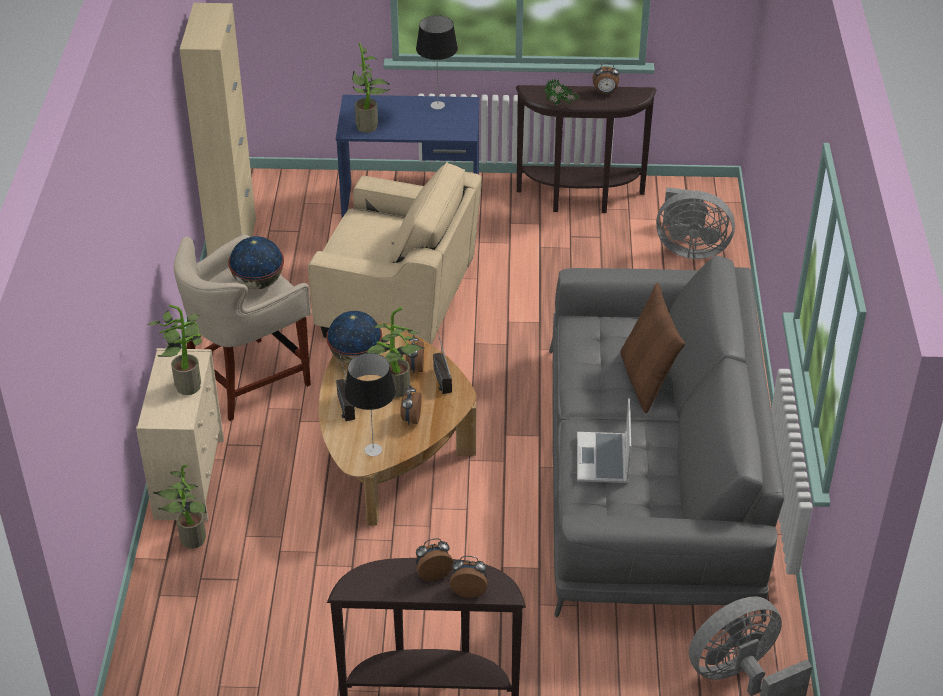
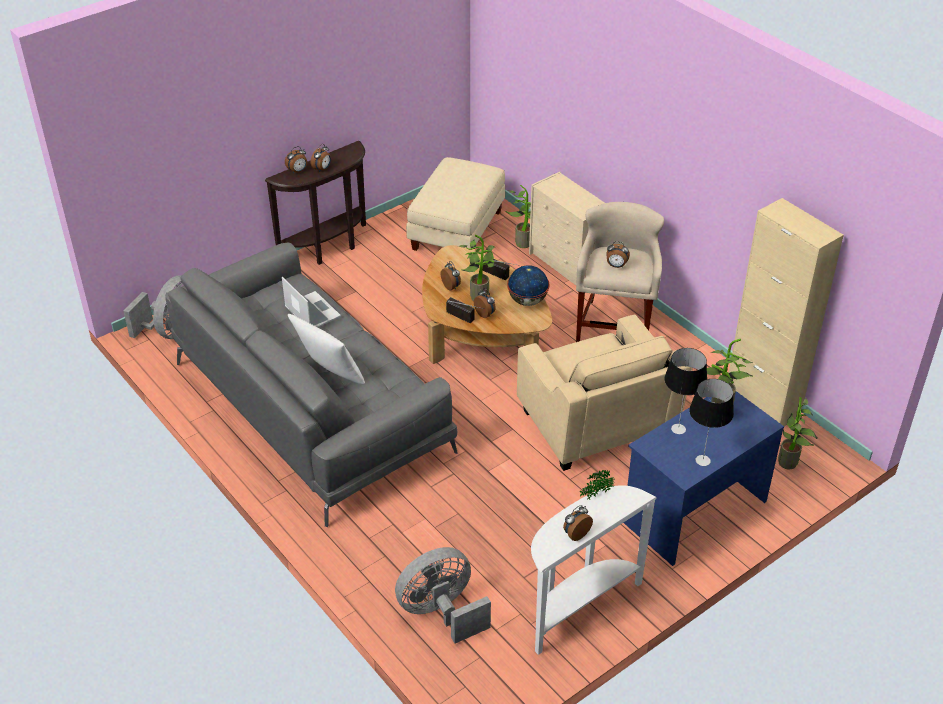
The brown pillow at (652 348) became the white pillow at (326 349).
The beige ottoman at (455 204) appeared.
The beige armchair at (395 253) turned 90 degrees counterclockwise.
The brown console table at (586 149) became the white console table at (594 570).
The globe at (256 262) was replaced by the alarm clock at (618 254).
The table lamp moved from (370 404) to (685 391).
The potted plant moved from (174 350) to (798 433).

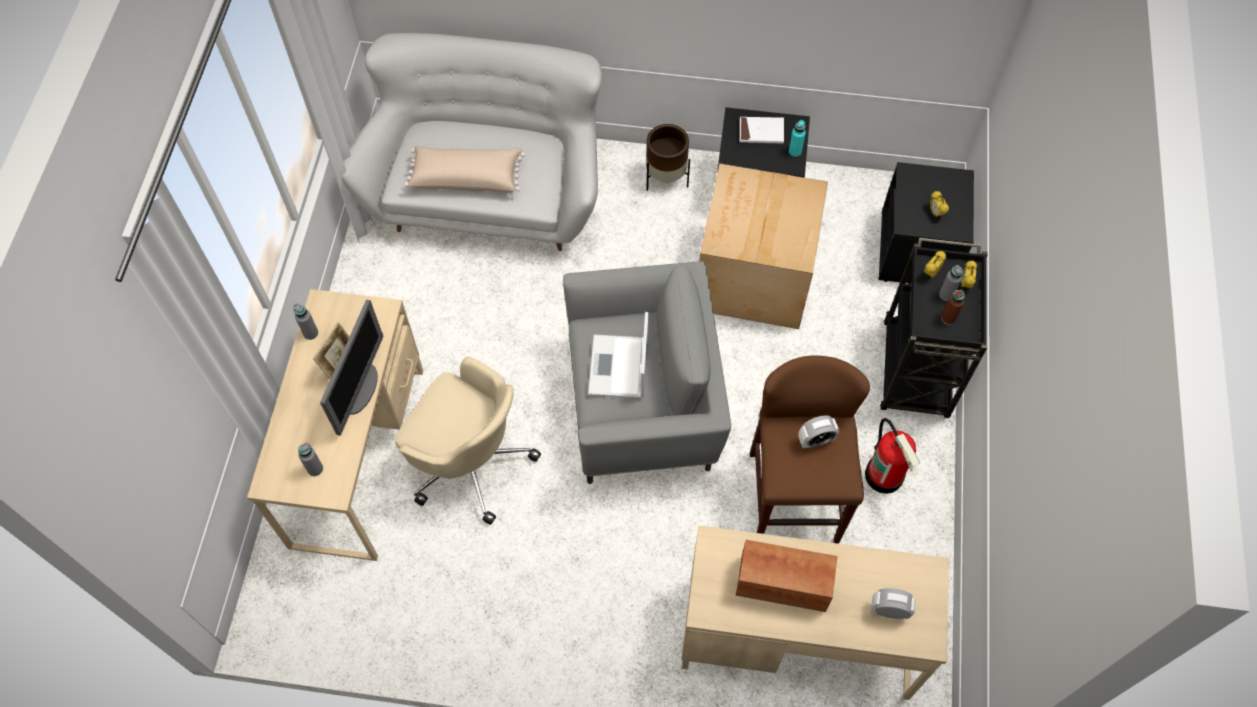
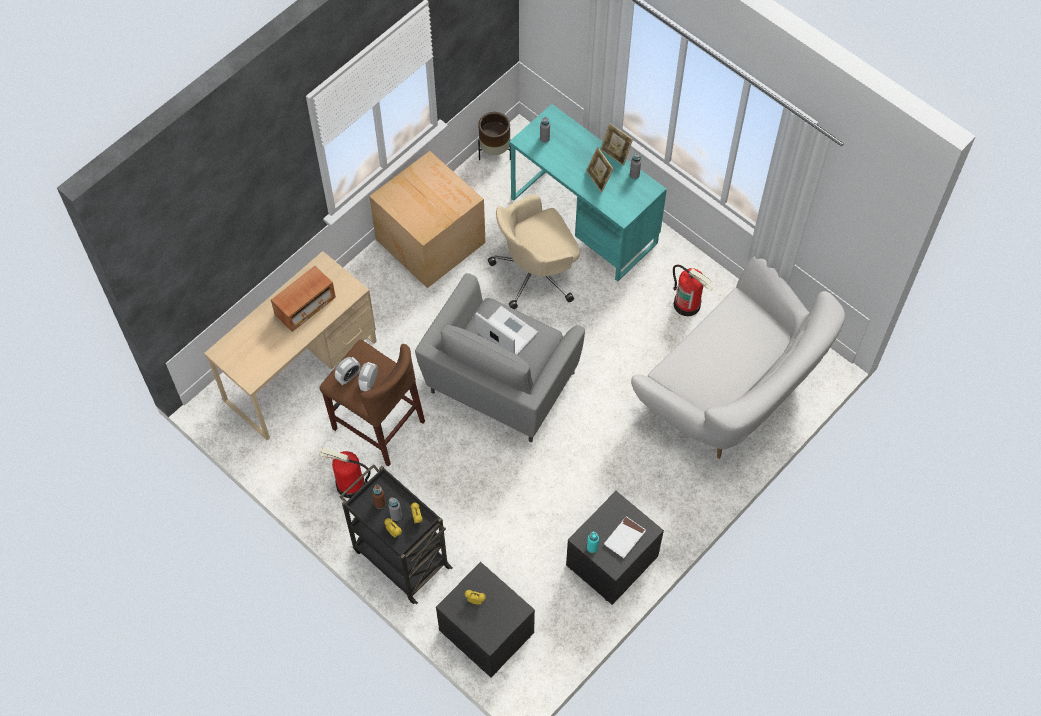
The alarm clock moved from (893 603) to (347 371).
The cardboard box moved from (763 246) to (427 219).
The brown planter moved from (668 157) to (494 136).
The beige desk at (335 425) became the turquoise desk at (588 193).
The picture frame at (616 144) appeared.
The fire extinguisher at (693 290) appeared.
The monitor at (351 367) disappeared.
The beige pillow at (464 169) disappeared.

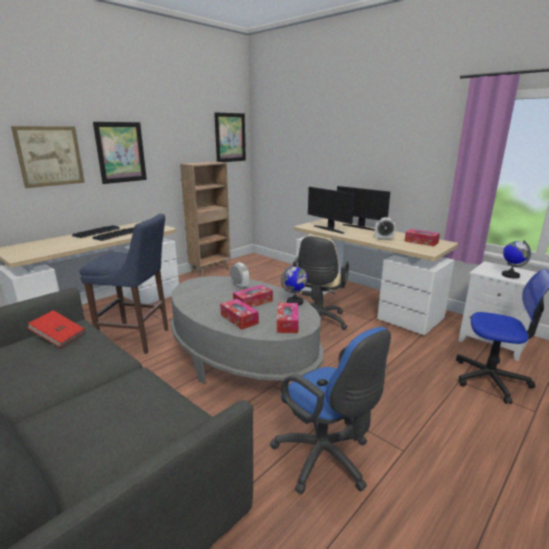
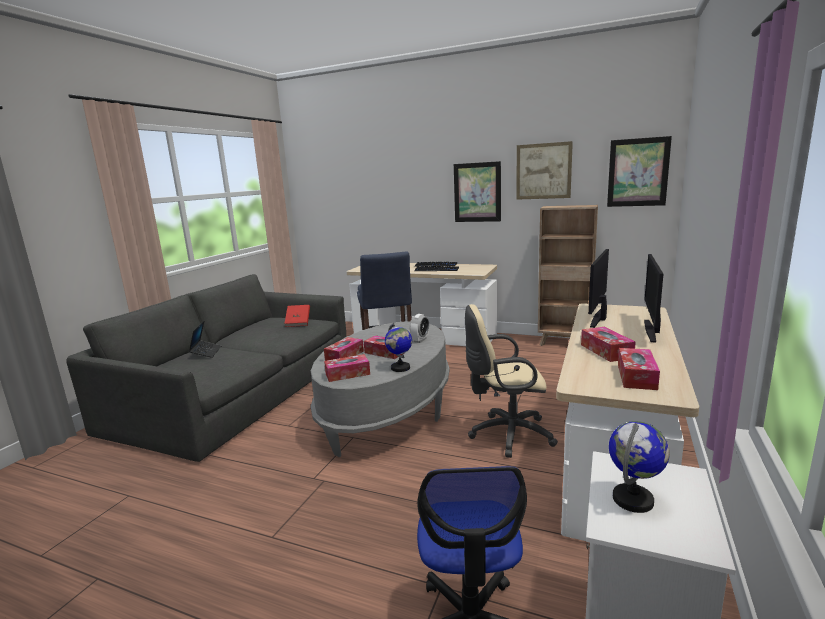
The laptop at (205 339) appeared.
The picture moved from (48 157) to (544 170).
The alarm clock at (385 228) was replaced by the tissue box at (608 344).
The blue office chair at (330 410) disappeared.

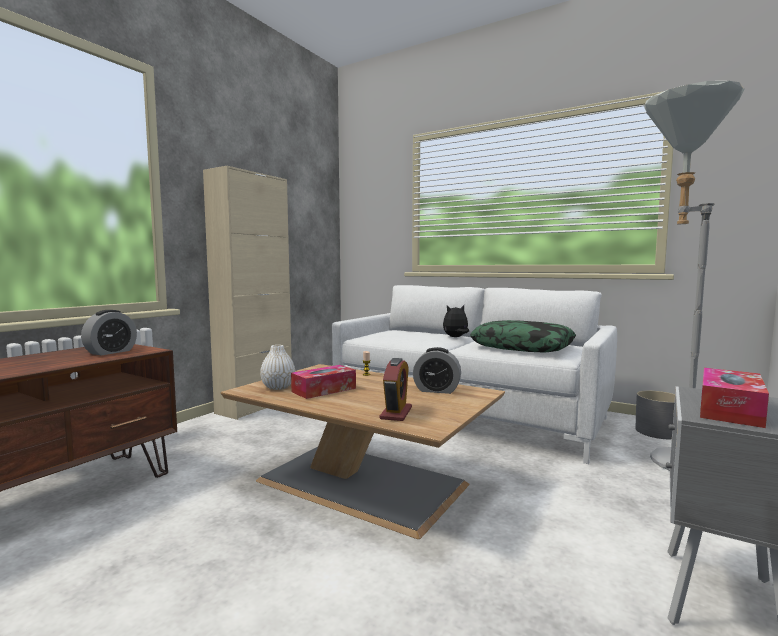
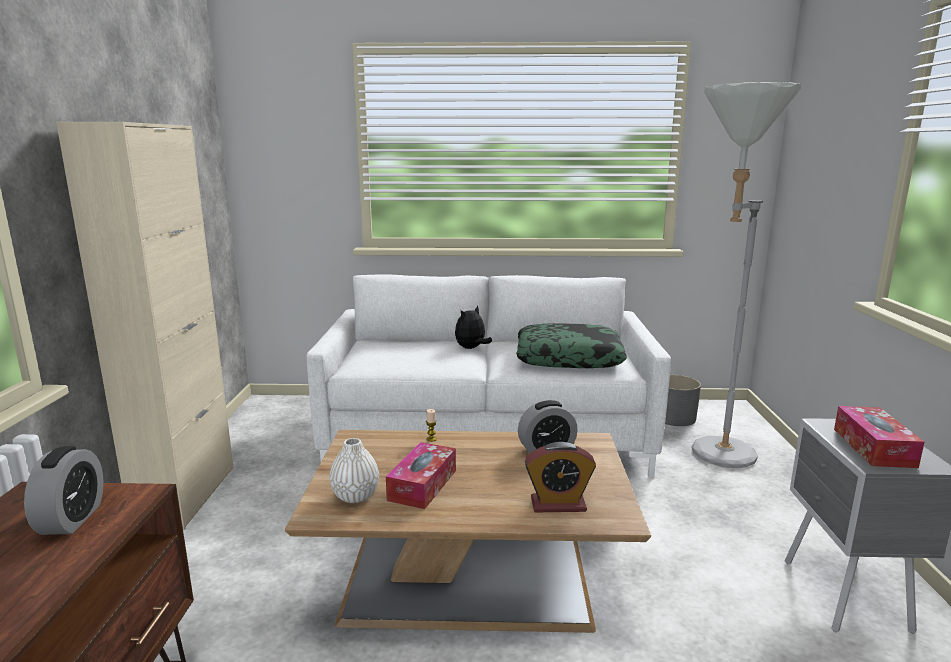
The alarm clock at (396 389) turned 105 degrees clockwise.

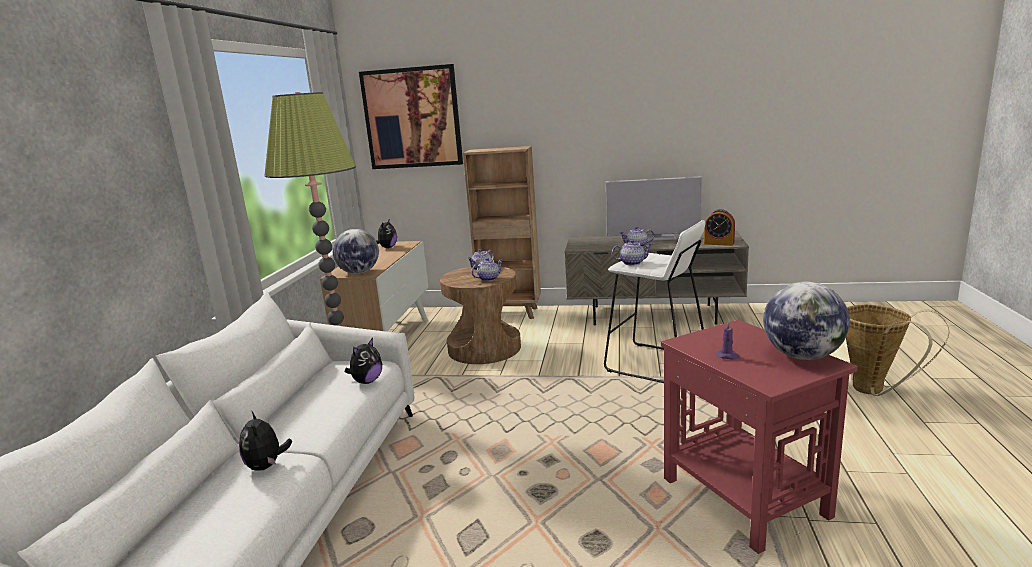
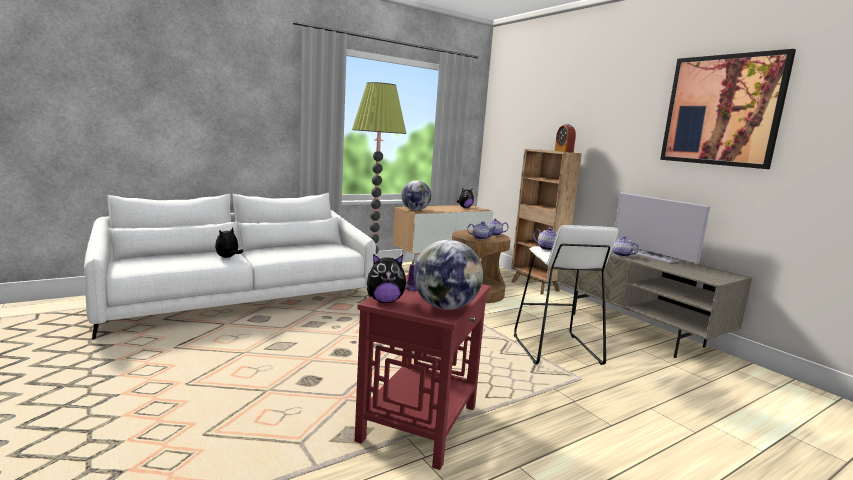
The plush toy moved from (363 361) to (387 278).
The alarm clock moved from (719 227) to (565 138).
The picture moved from (411 116) to (728 109).
The basket at (897 350) disappeared.

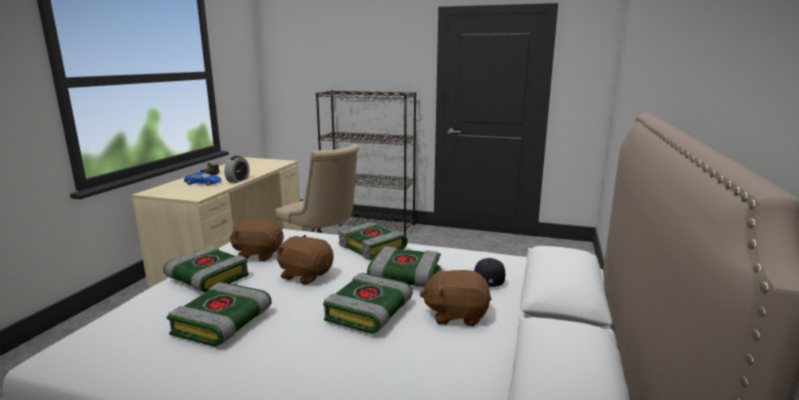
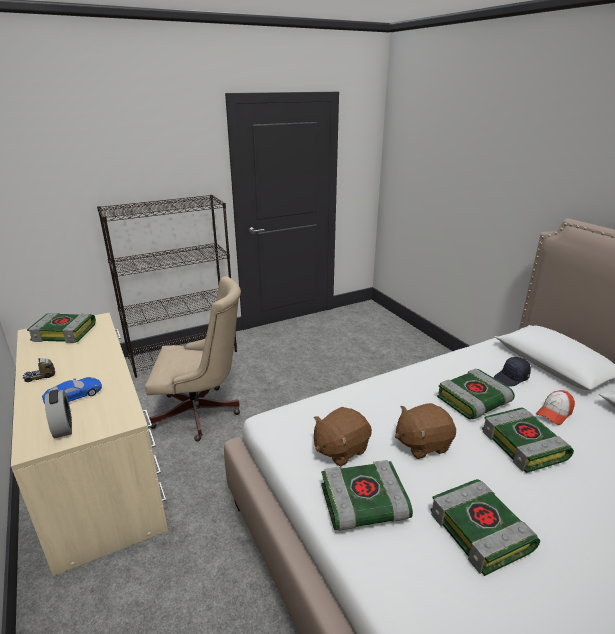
The book moved from (373 241) to (61 328).
The alarm clock moved from (236 169) to (58 414).
The brown plush toy at (456 296) was replaced by the cap at (555 407).

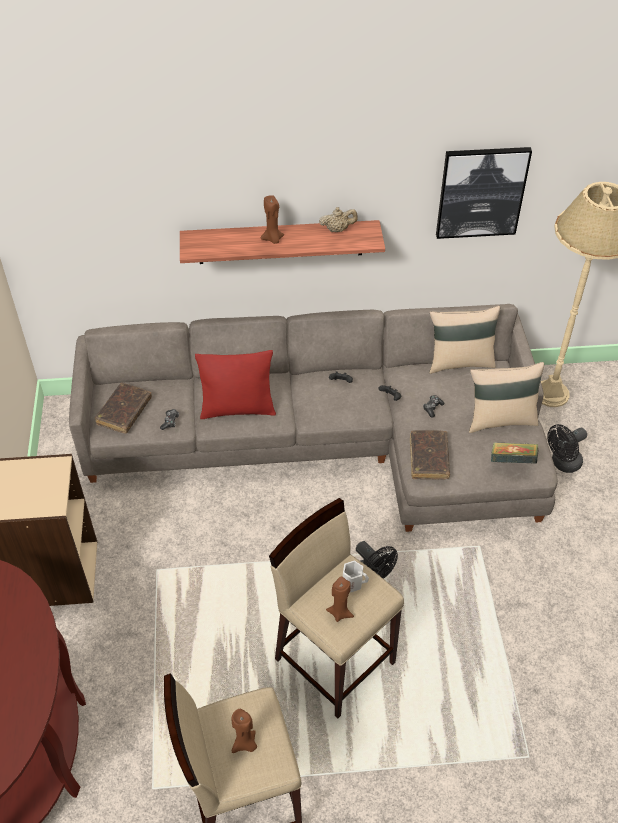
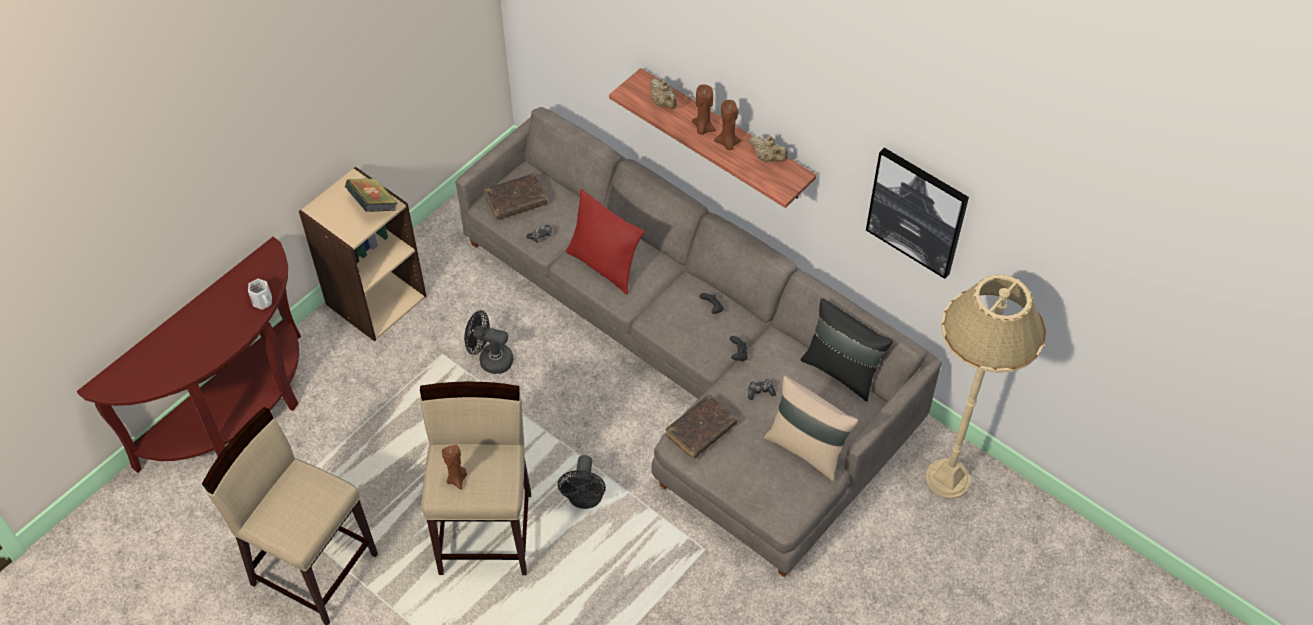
The white mug moved from (356 576) to (260 294).
The book moved from (514 453) to (371 195).
The black fan moved from (567 448) to (488 342).
The beige teapot at (663 93) appeared.
The brown candle moved from (244 731) to (728 125).
The beige pillow at (464 340) became the black pillow at (846 350).

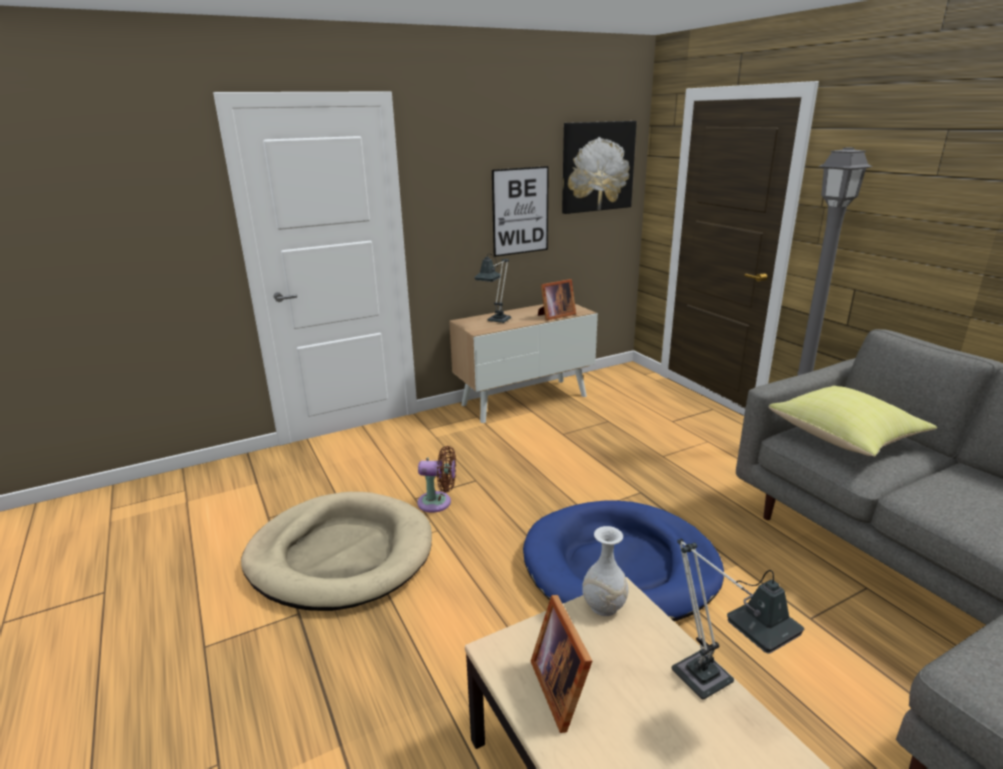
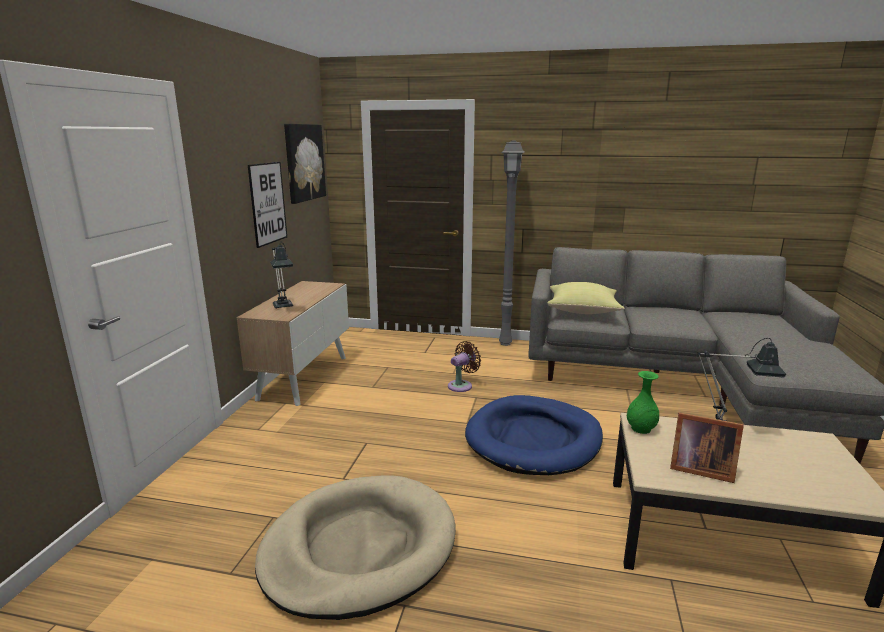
The brown fan moved from (436 479) to (464 366).
The white vase at (605 571) became the green vase at (643 402).
The picture frame at (557 300) disappeared.

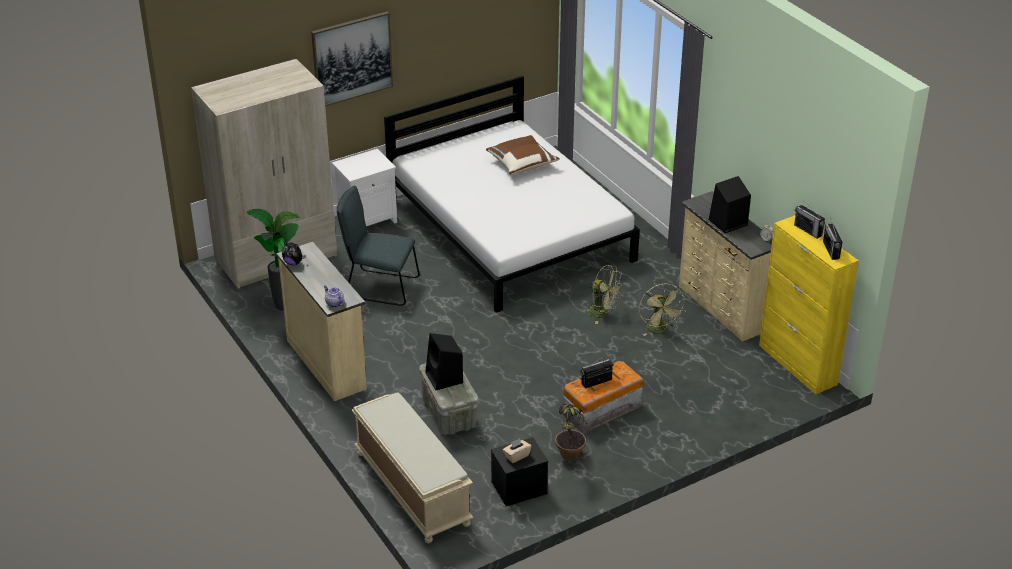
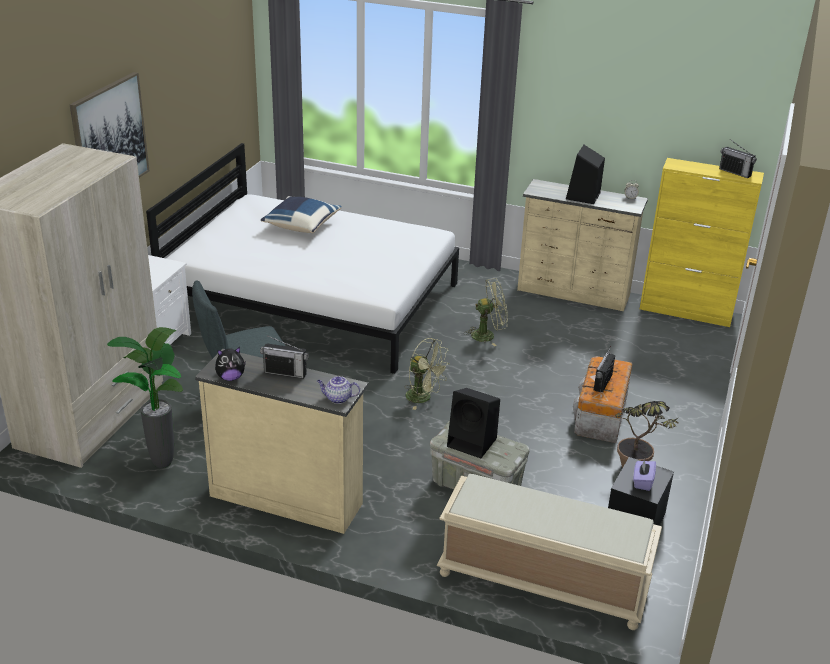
The radio moved from (809 219) to (284 357).
The brown pillow at (523 155) became the blue pillow at (301 215).
The green fan moved from (662 310) to (427 374).
The beige tissue box at (517 451) became the purple tissue box at (644 475).

